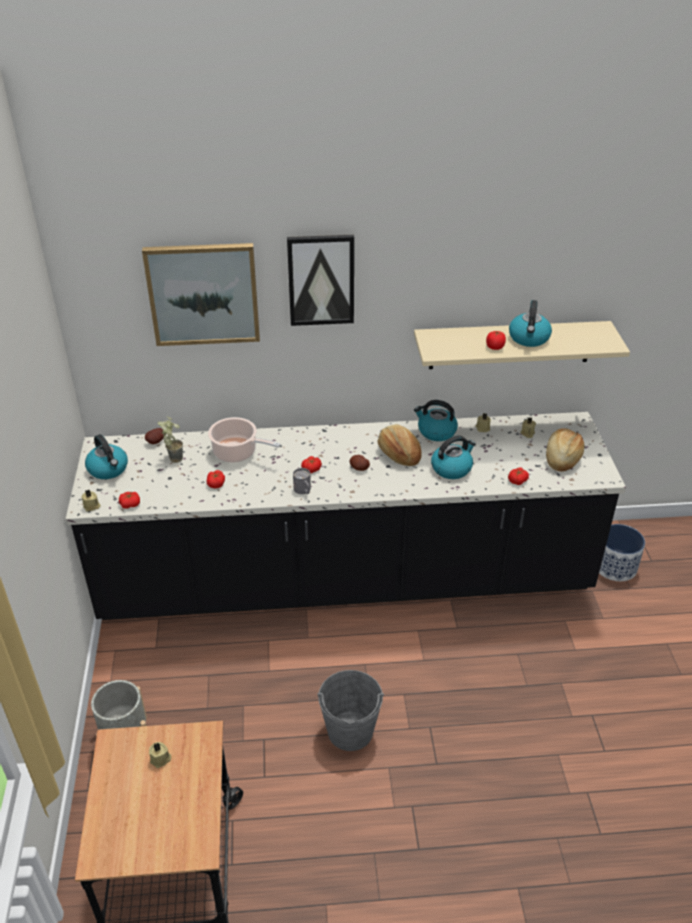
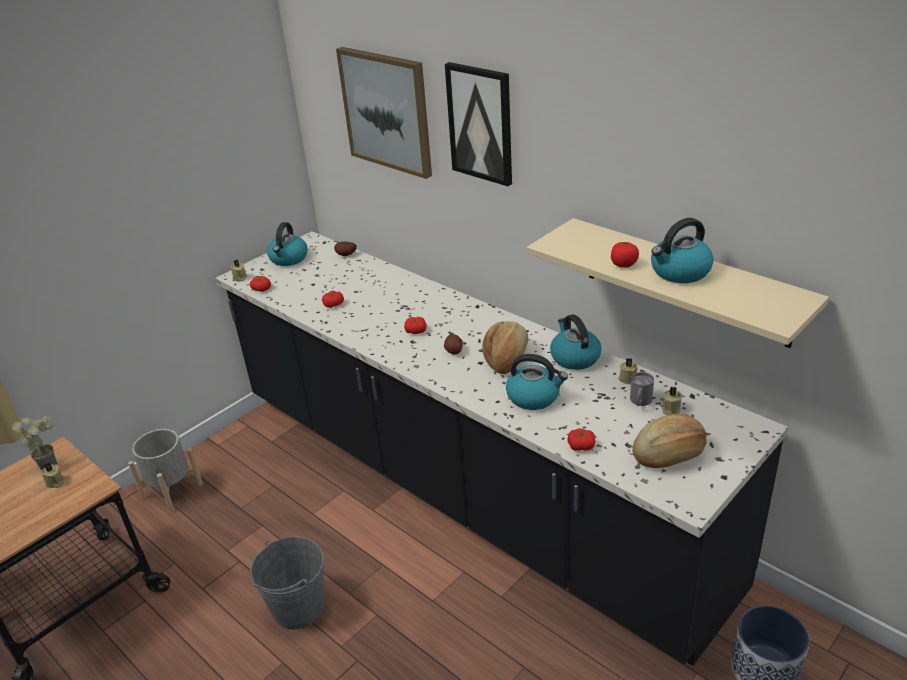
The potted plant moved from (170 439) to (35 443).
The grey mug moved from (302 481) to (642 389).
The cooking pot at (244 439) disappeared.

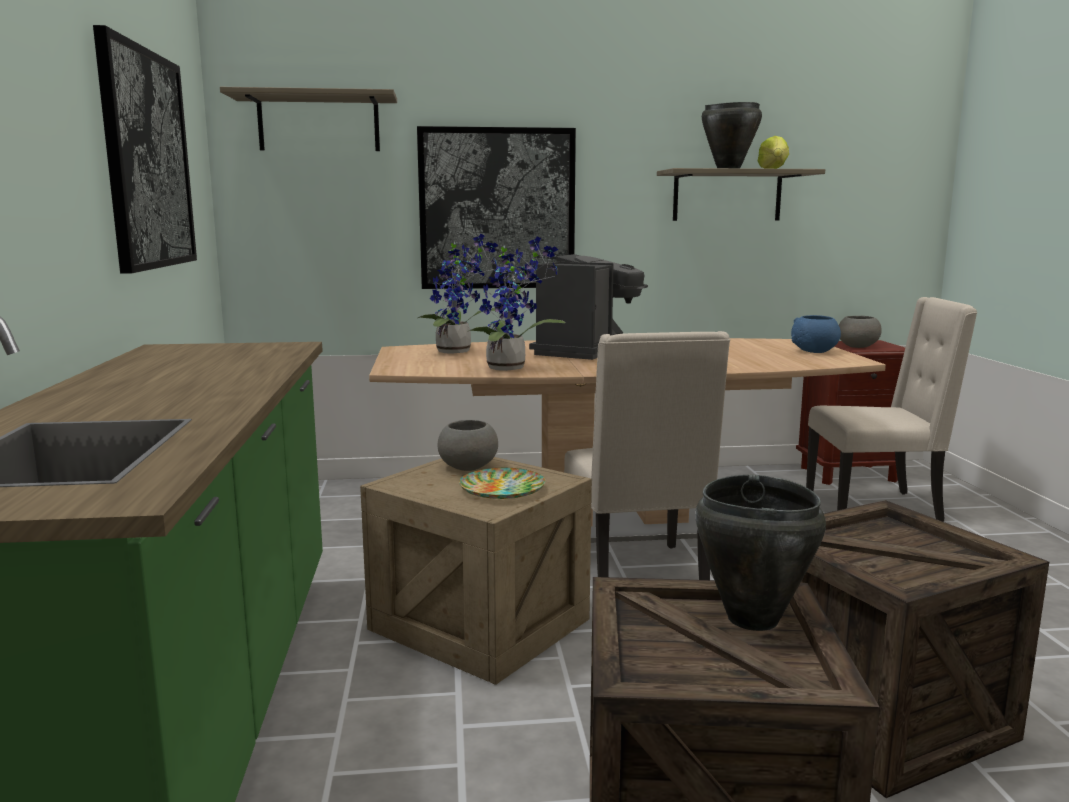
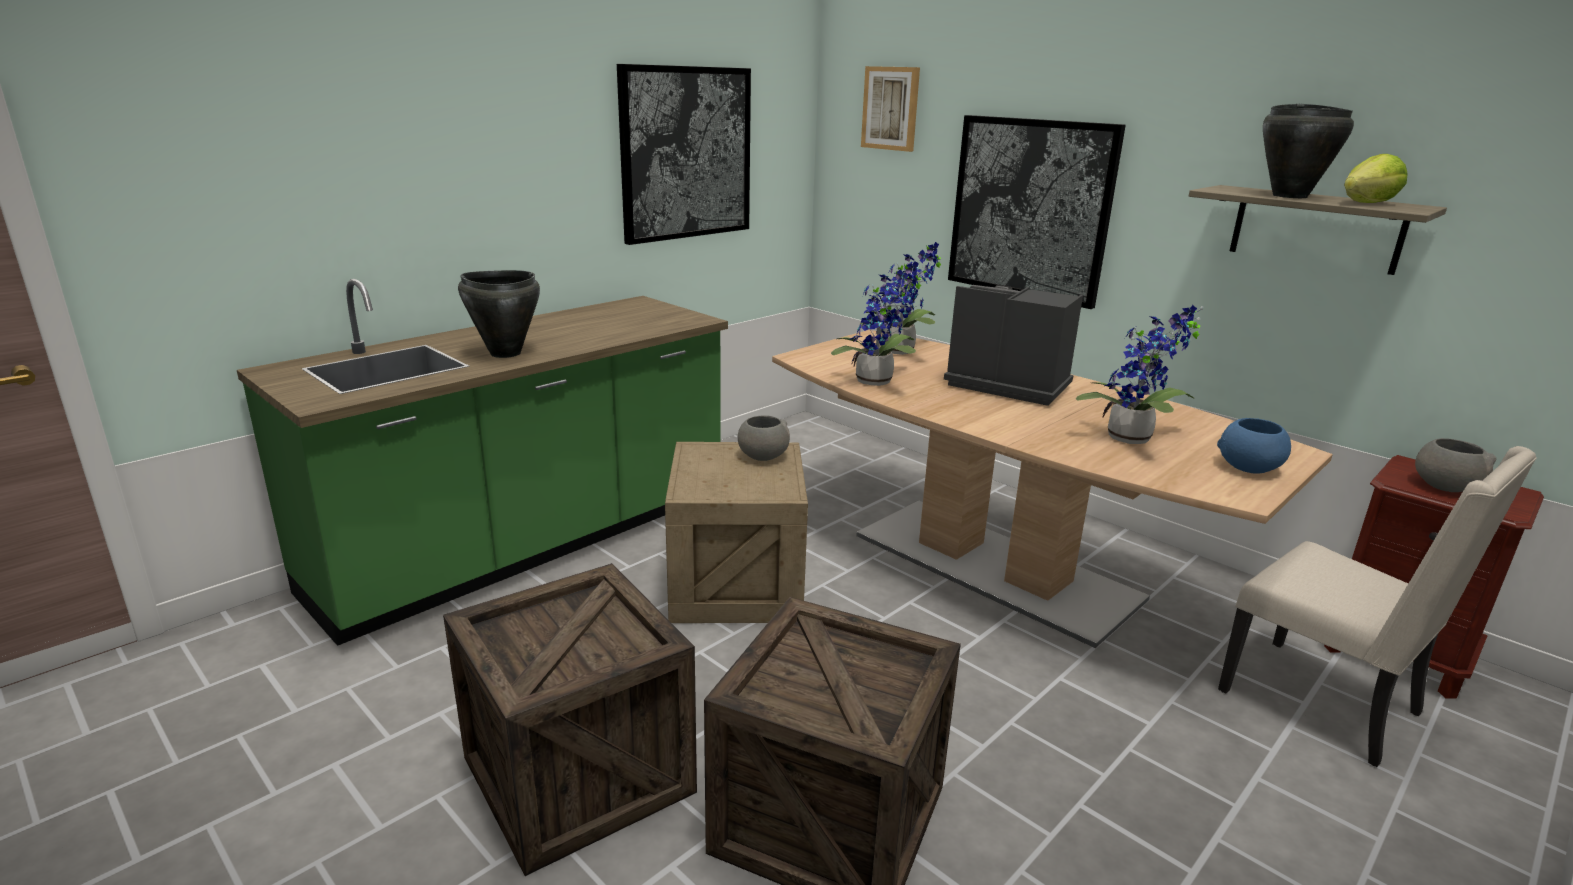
The black cooking pot moved from (760 552) to (499 314).
The shelf at (308 119) was replaced by the picture at (890 109).
The coffee machine at (588 307) turned 135 degrees counterclockwise.
The potted plant at (1139 374) appeared.
The plate at (502 483) disappeared.
The beige chair at (647 455) disappeared.

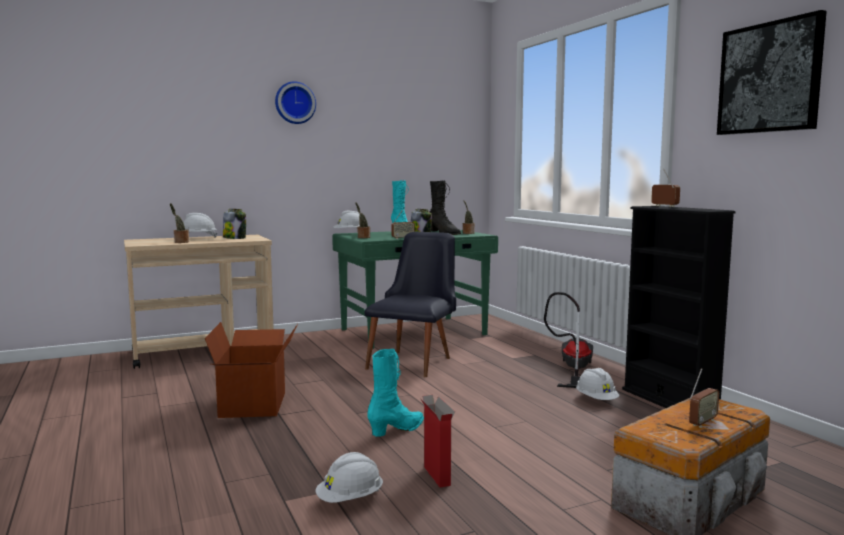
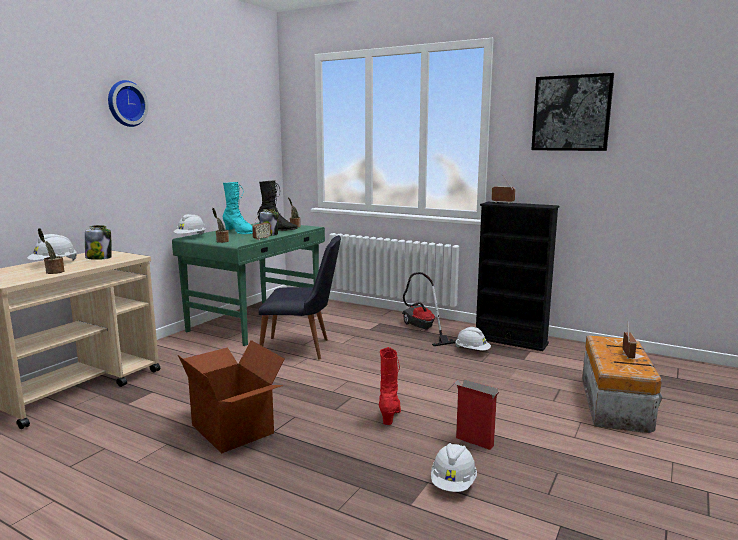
The black chair at (410 304) turned 105 degrees clockwise.
The turquoise boot at (395 393) became the red boot at (390 386).

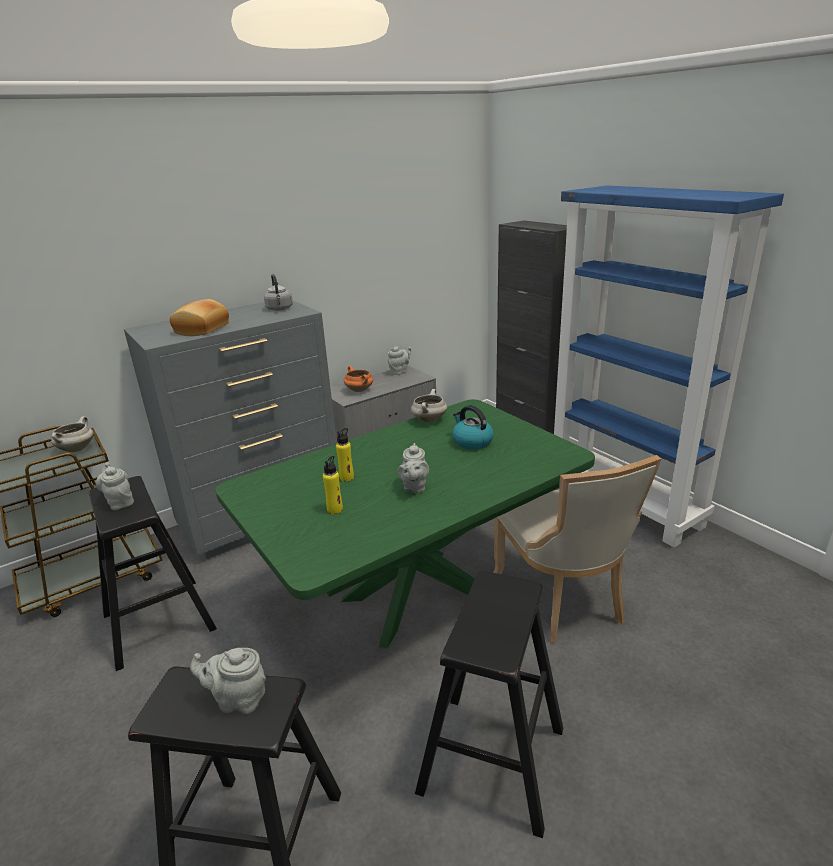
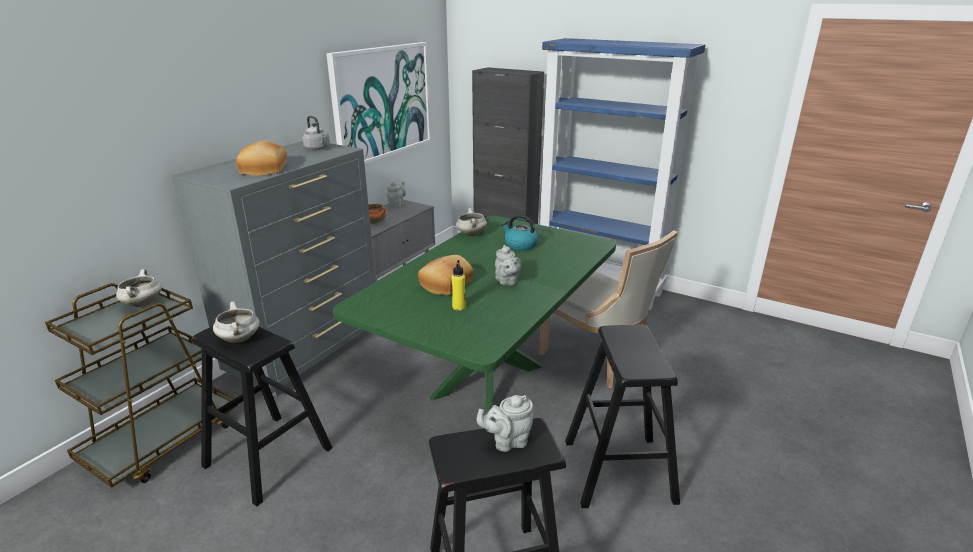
The grey teapot at (115 486) was replaced by the white cooking pot at (236 322).
The picture at (378 103) appeared.
The yellow bottle at (345 455) was replaced by the bread at (446 275).

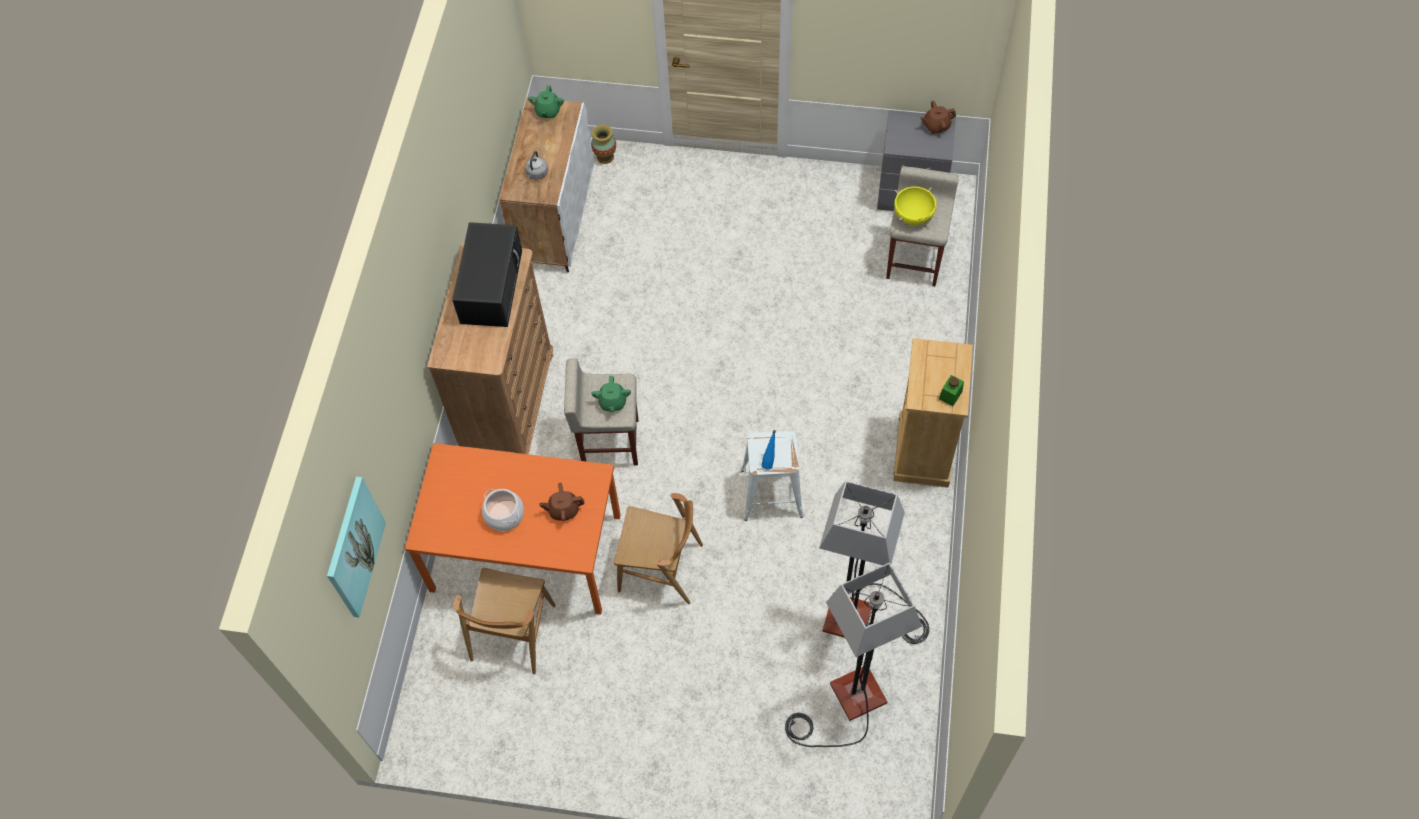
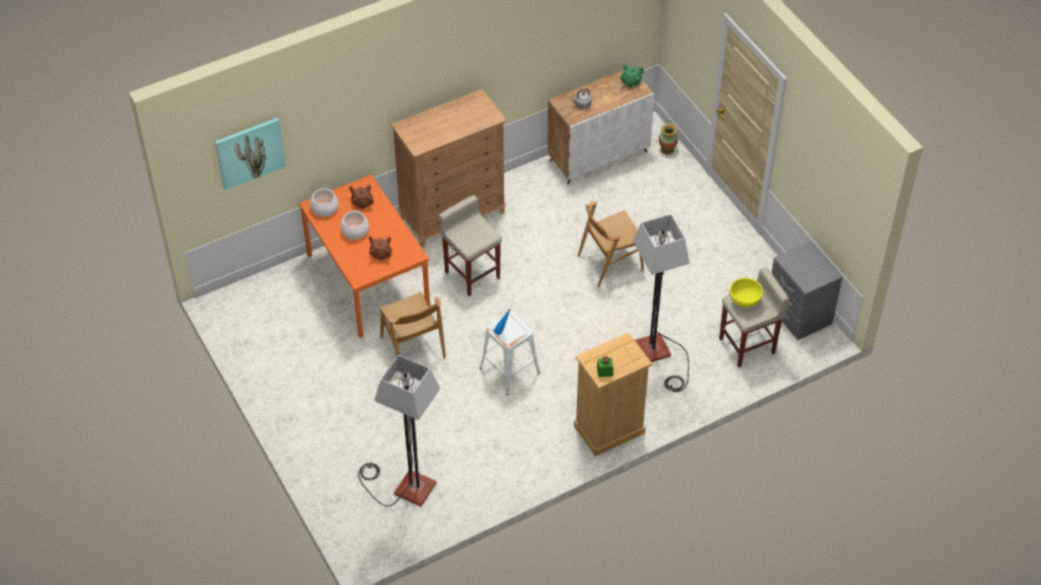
The cooking pot at (324 202) appeared.
The brown teapot moved from (938 117) to (361 197).
The brown chair moved from (504 621) to (611 244).
The floor lamp moved from (874 562) to (661 303).
The black microwave at (487 274) disappeared.
The green teapot at (611 394) disappeared.

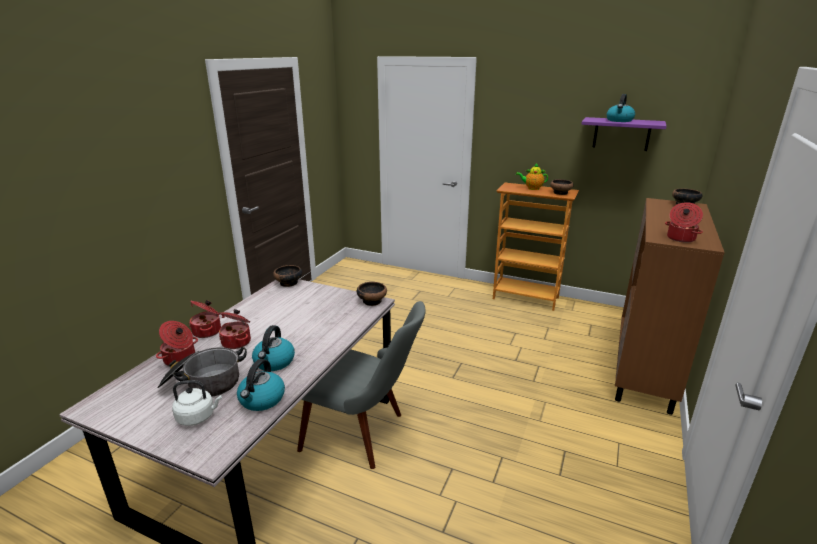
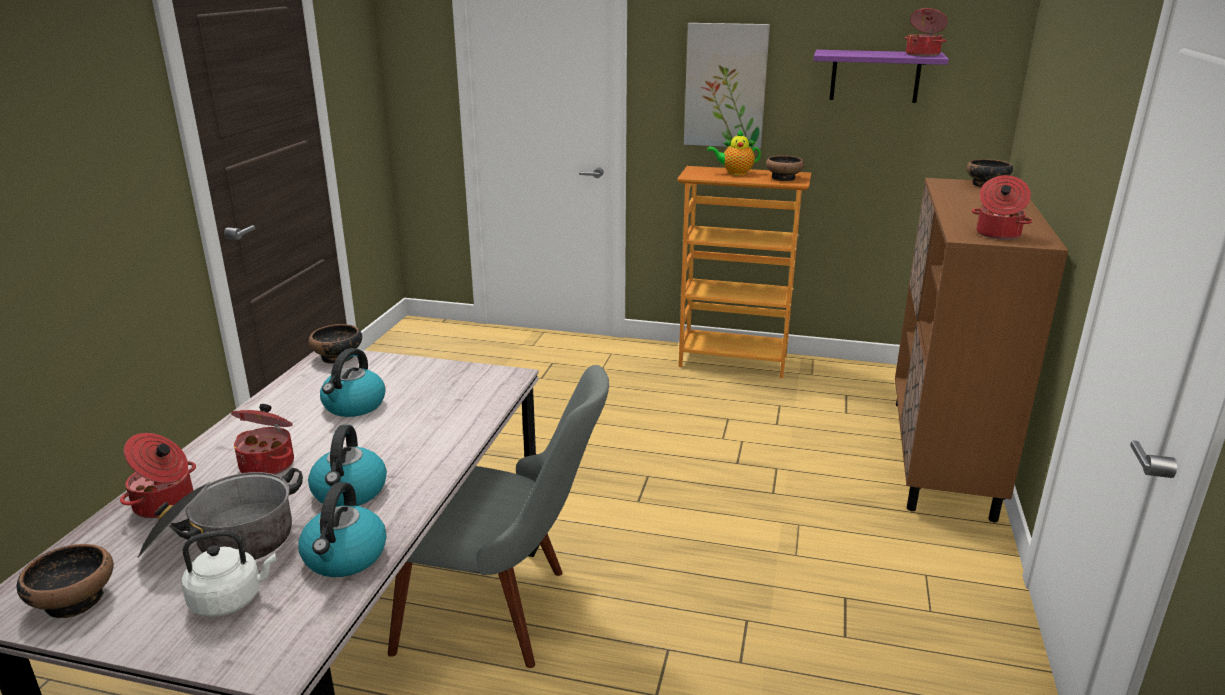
The bowl moved from (372 294) to (65 581).
The kettle moved from (621 108) to (353 382).
The picture at (727 85) appeared.
The cooking pot moved from (205 319) to (926 32).

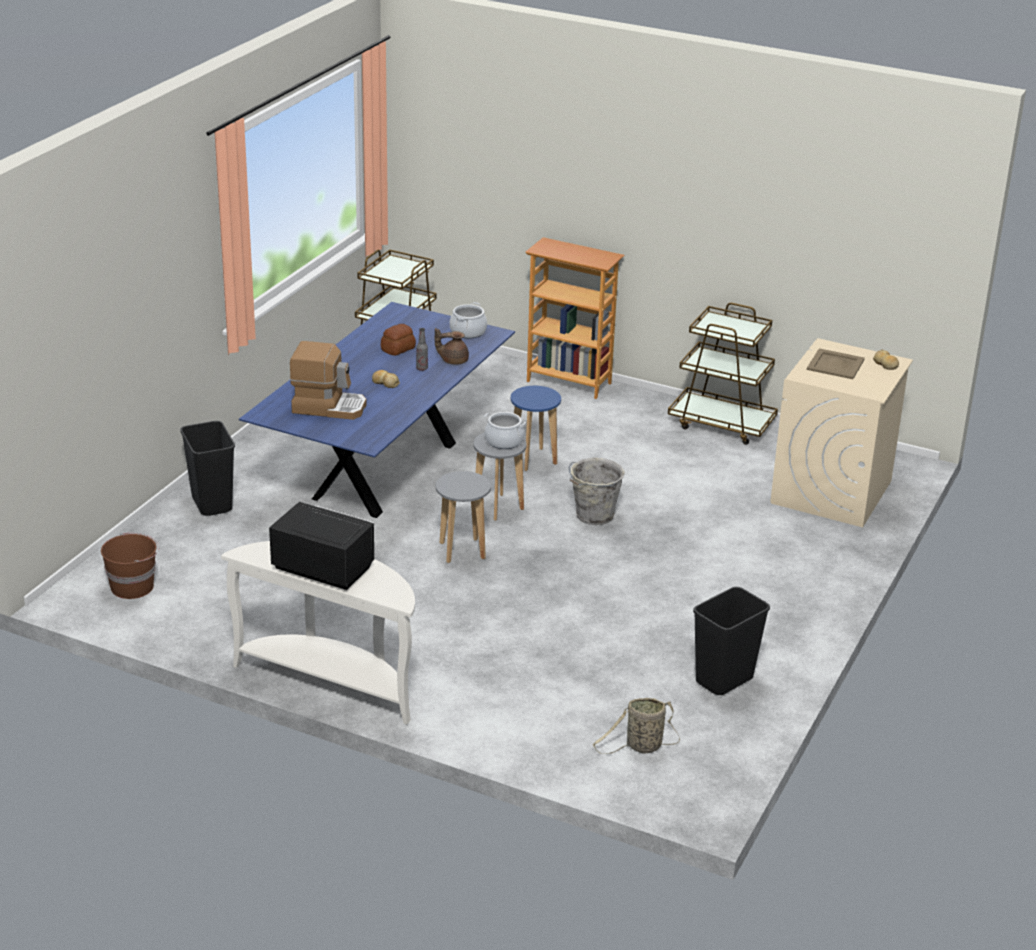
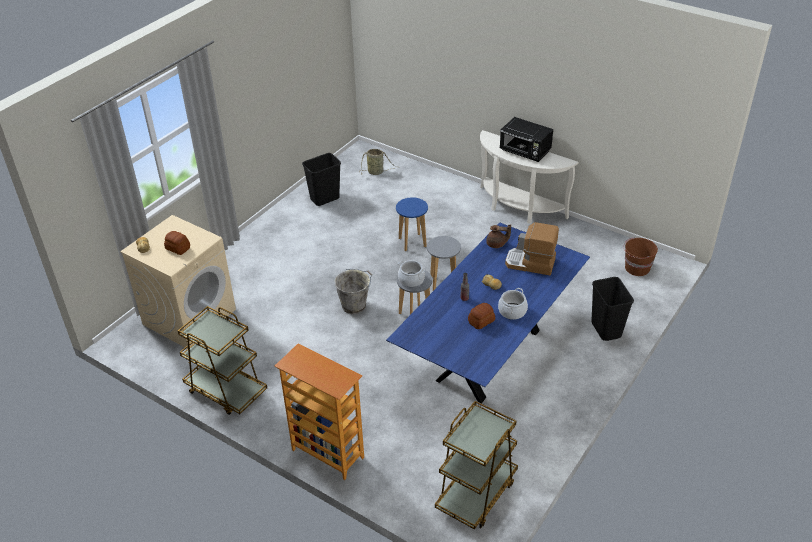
The beige tray at (836 363) was replaced by the bread at (177 243).
The blue stool moved from (536 428) to (412 224).
The brown teapot moved from (452 346) to (498 236).
The cooking pot moved from (468 320) to (513 304).

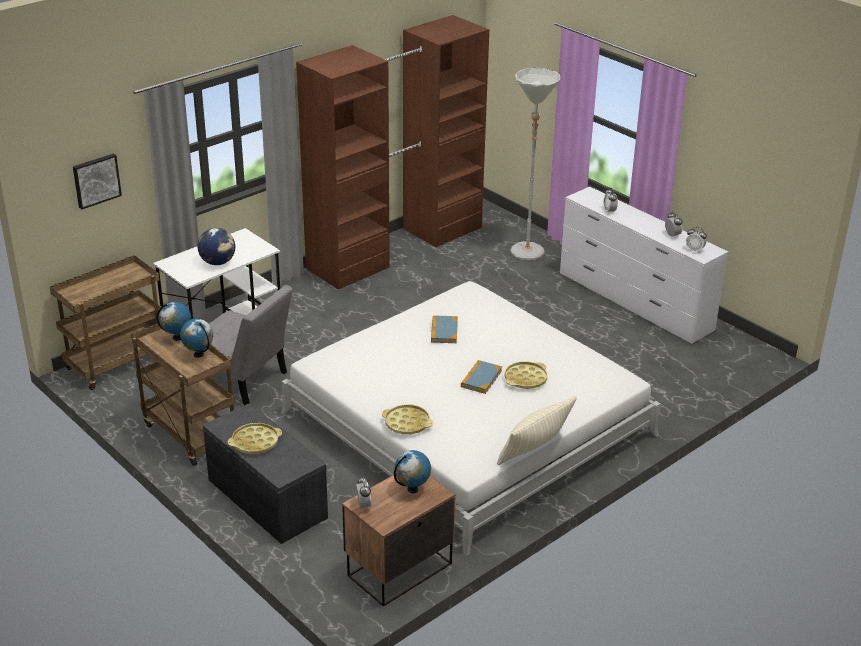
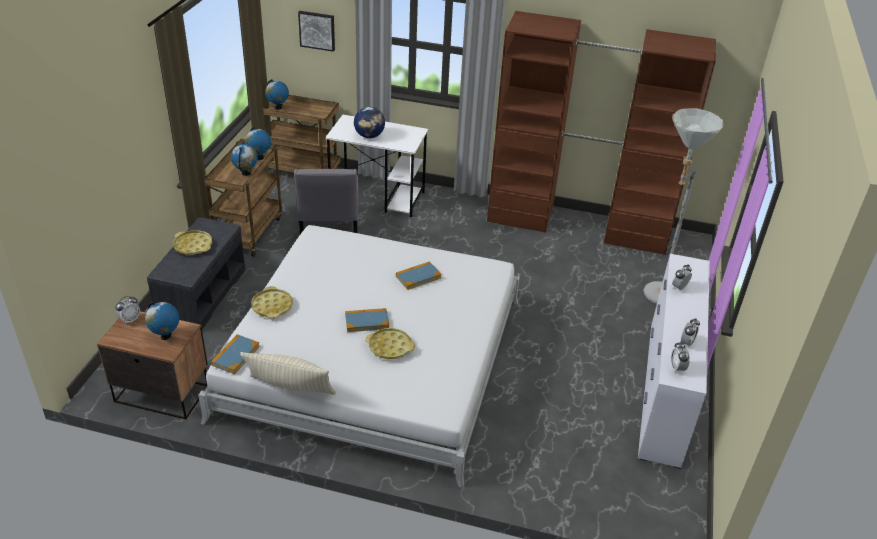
The book at (235 354) appeared.
The globe at (277 94) appeared.

